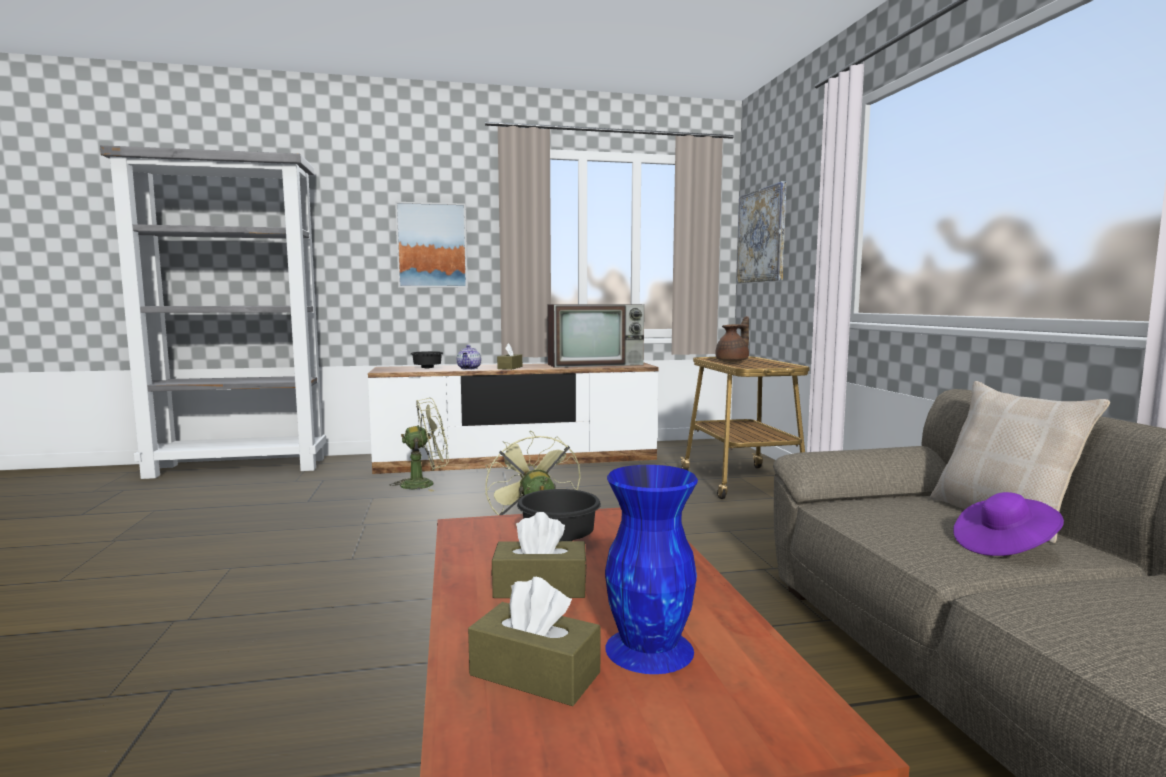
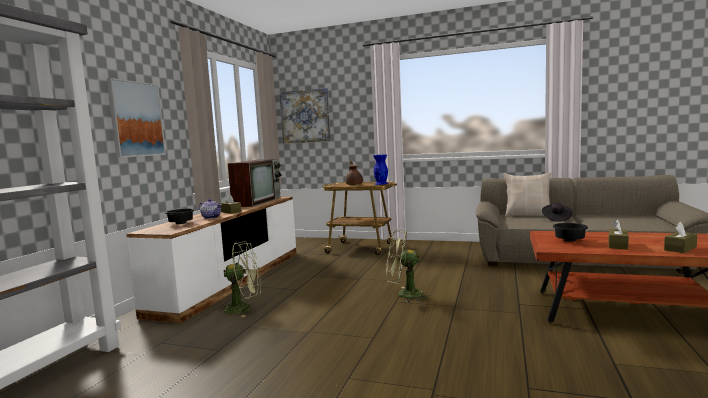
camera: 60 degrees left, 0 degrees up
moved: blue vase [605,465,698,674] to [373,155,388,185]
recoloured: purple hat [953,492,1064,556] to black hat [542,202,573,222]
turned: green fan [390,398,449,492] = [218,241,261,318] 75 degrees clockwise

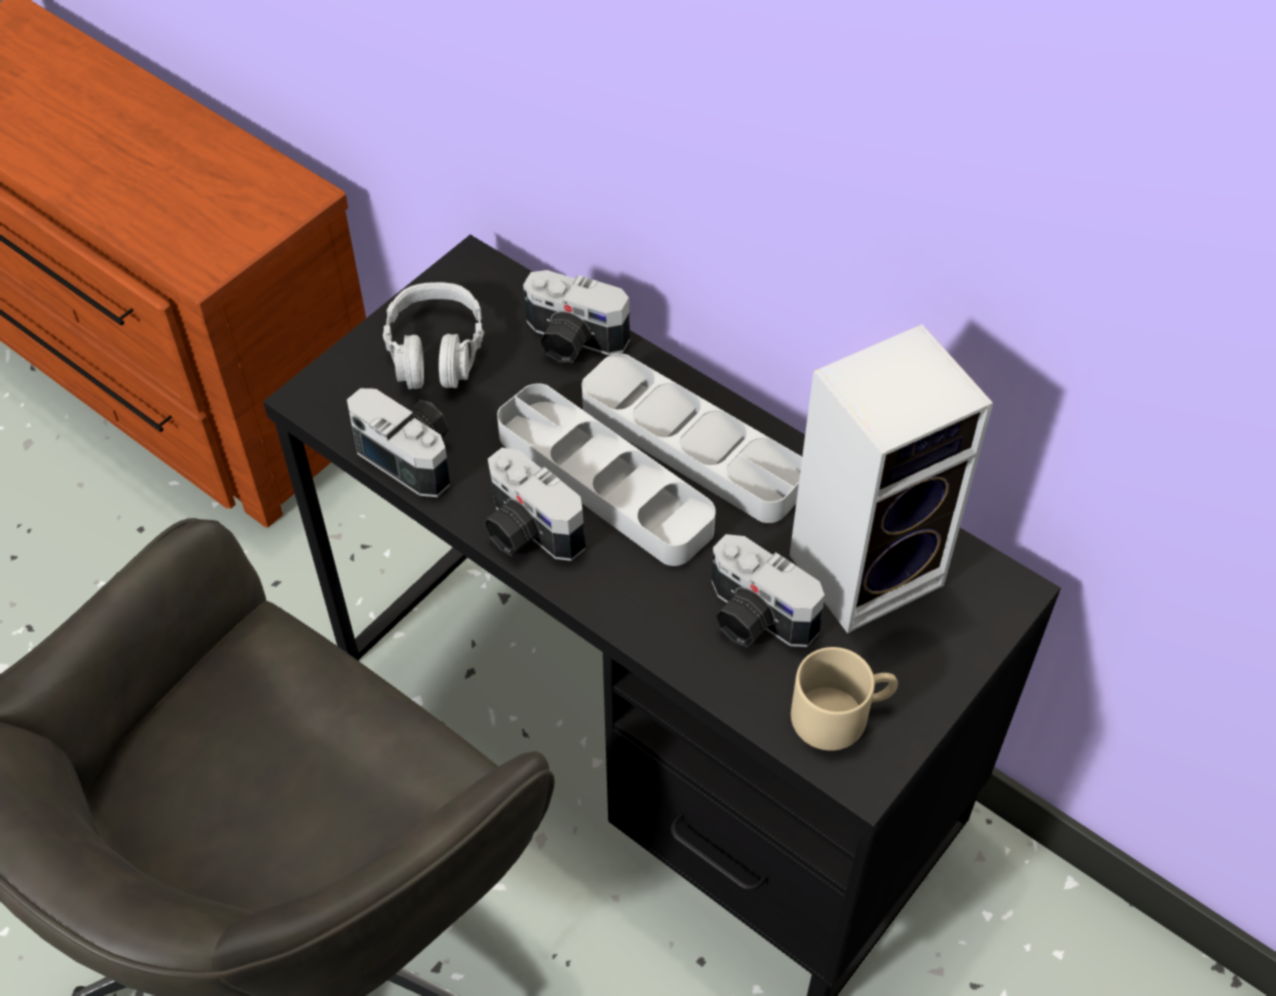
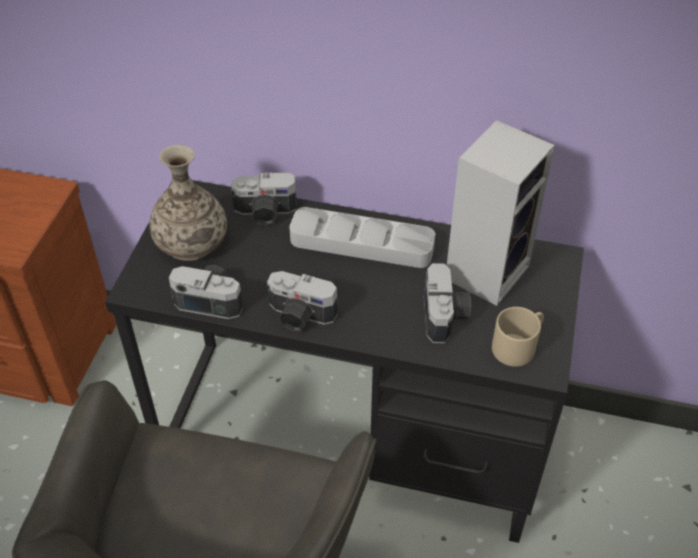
camera: 25 degrees left, 5 degrees down
removed: grey tray [497,383,716,566]
replaced: grey headphones [383,282,484,389] to vase [149,144,227,261]
turned: photo camera [712,534,825,647] = [424,263,471,343] 105 degrees counterclockwise

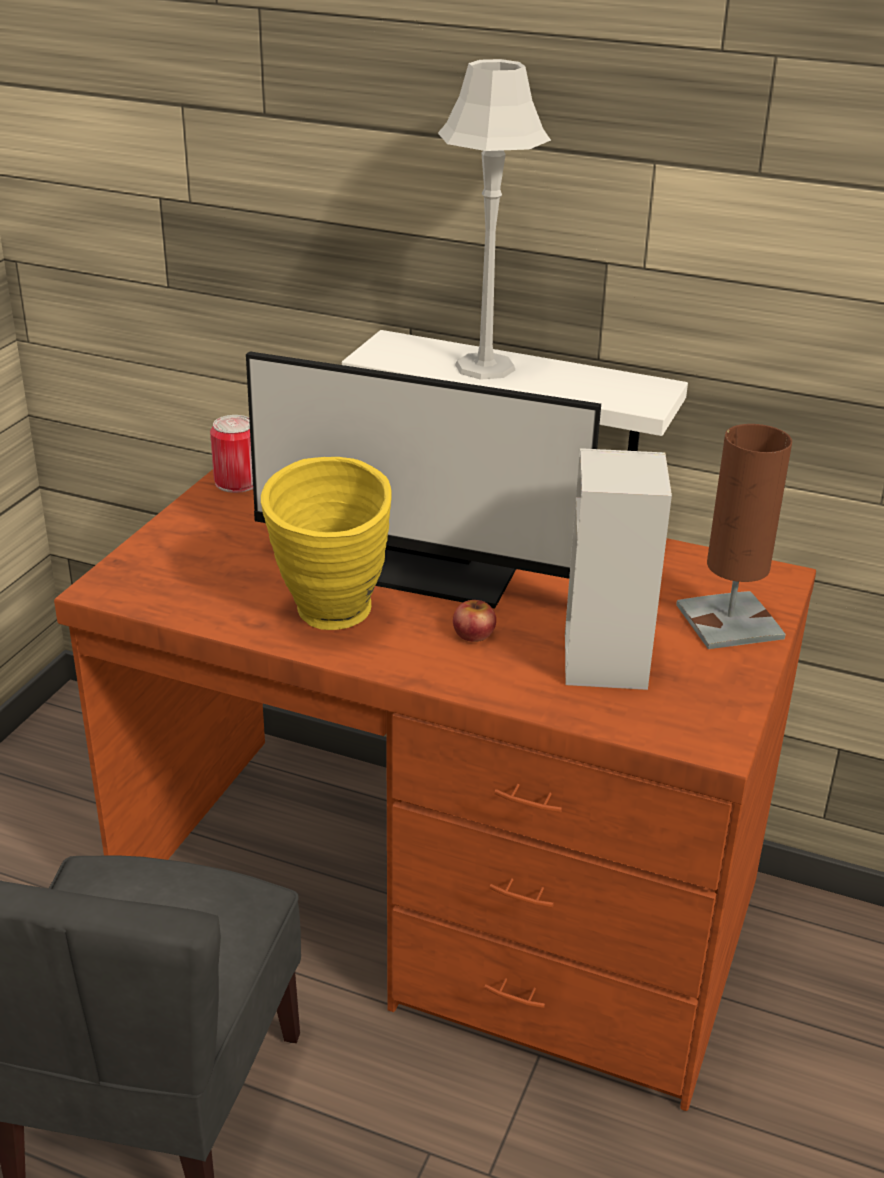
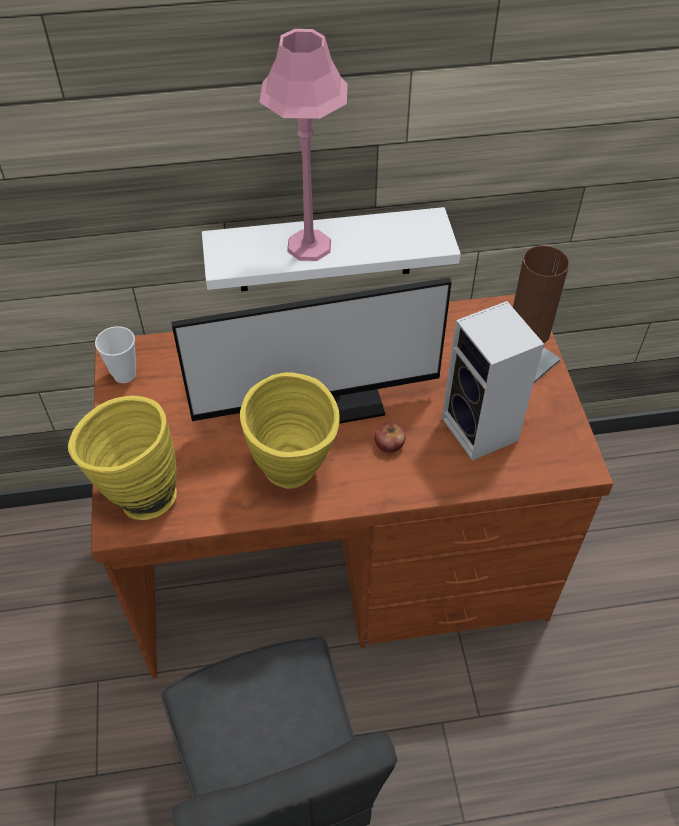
camera: 30 degrees left, 20 degrees up
added: yellow vase [68,396,177,520]
replaced: can [210,415,253,493] to cup [95,326,136,383]
recoloured: grey table lamp [438,59,551,380] to pink table lamp [260,29,348,261]

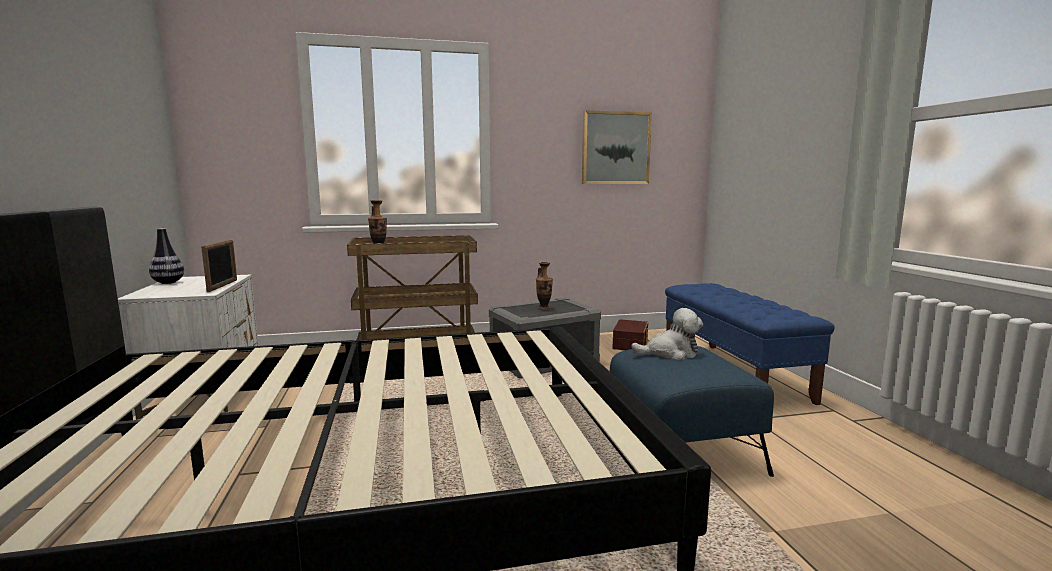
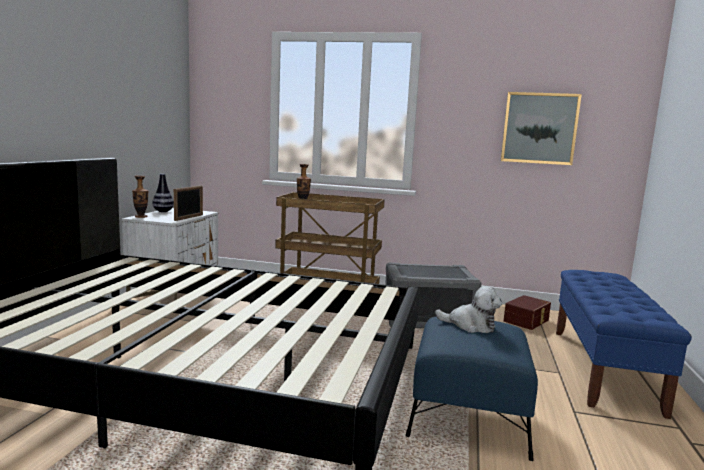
camera: 25 degrees right, 0 degrees up
moved: vase [536,262,553,310] to [132,176,148,218]

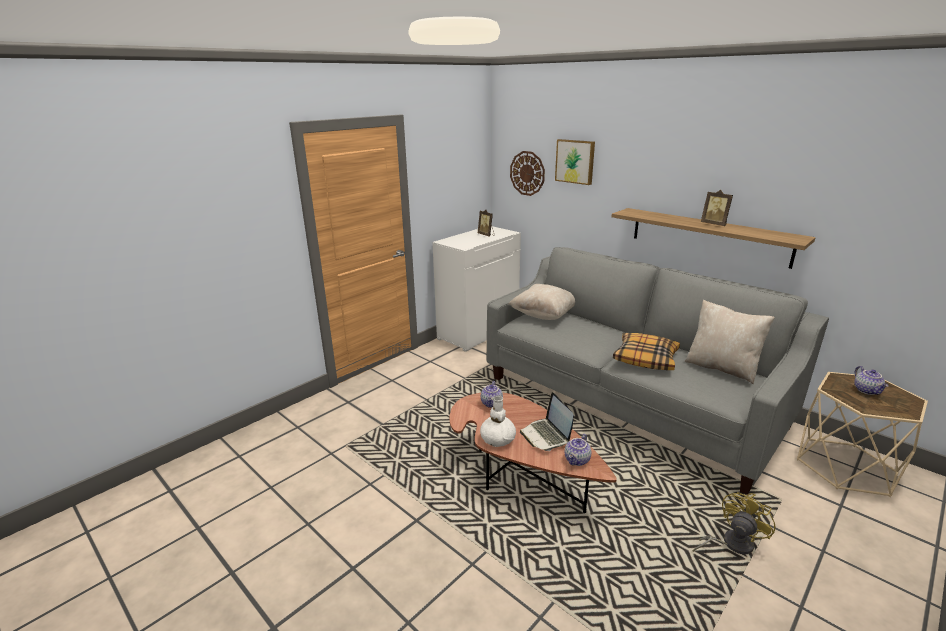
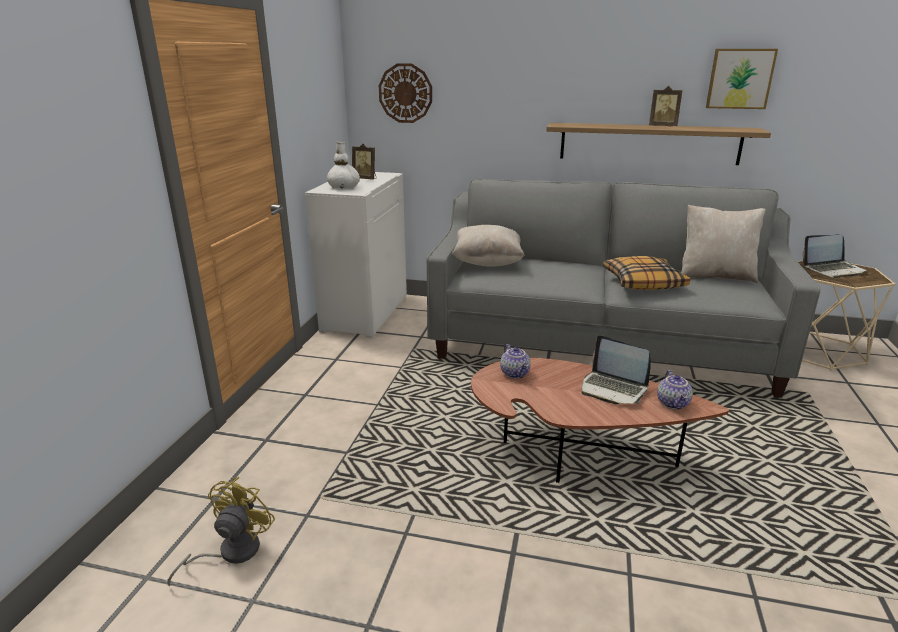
camera: 30 degrees left, 0 degrees up
moved: picture [555,139,595,185] to [706,49,778,109]; white vase [480,396,516,447] to [327,141,360,189]; yellow fan [693,492,775,554] to [168,477,275,586]
replaced: teapot [854,366,888,395] to laptop [802,234,867,278]

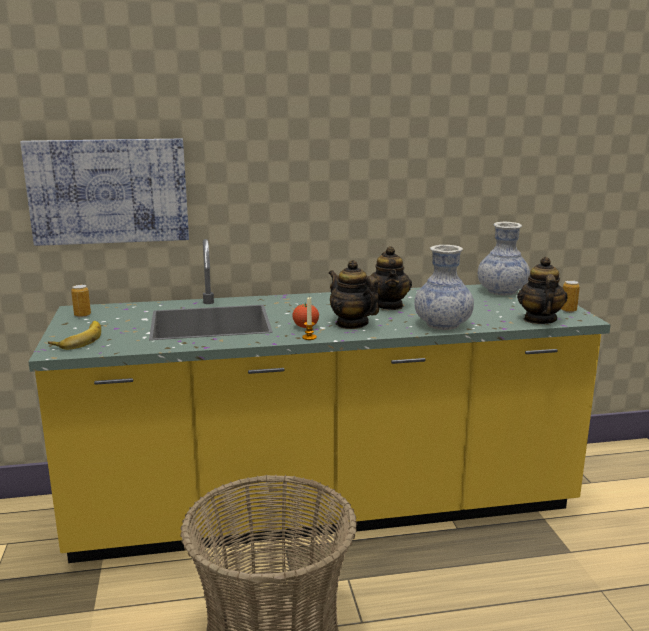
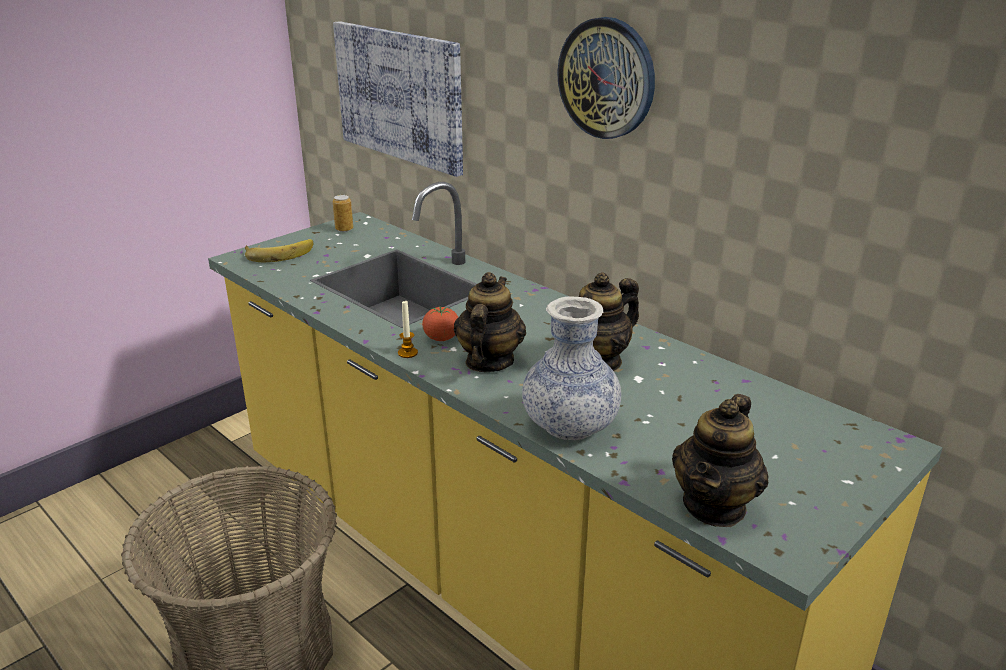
camera: 55 degrees right, 10 degrees up
removed: vase [478,222,530,295]; can [561,280,580,313]
added: wall clock [557,17,655,139]
turned: teapot [517,257,568,324] = [672,394,768,527] 150 degrees clockwise

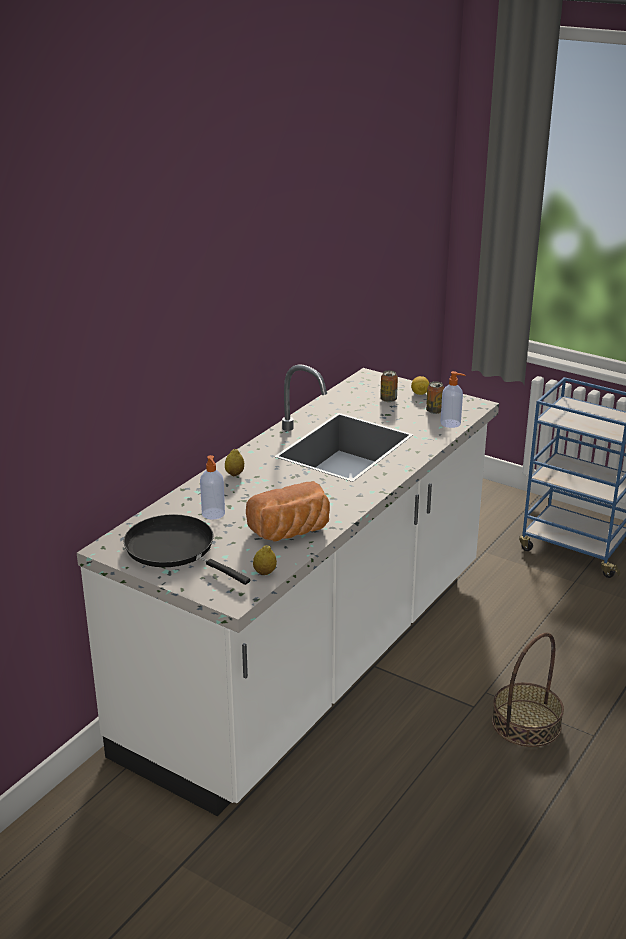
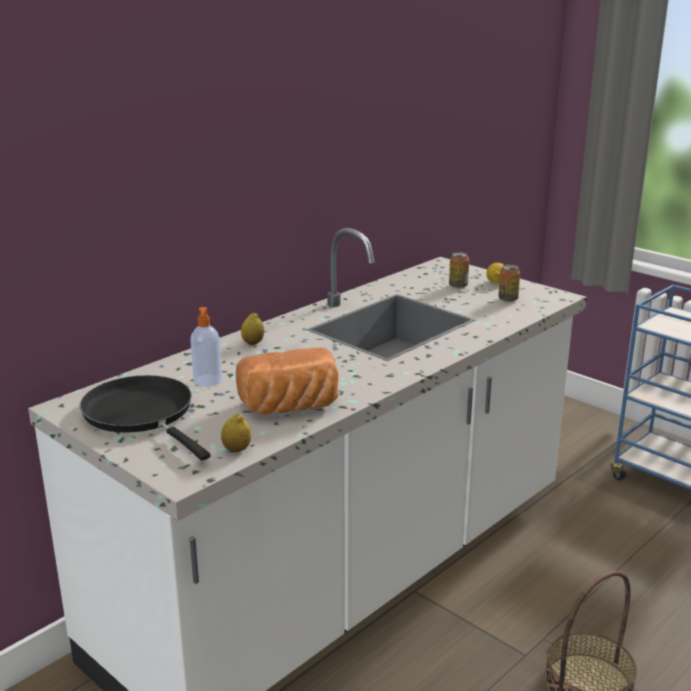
camera: 10 degrees right, 5 degrees down
removed: soap dispenser [441,371,466,428]

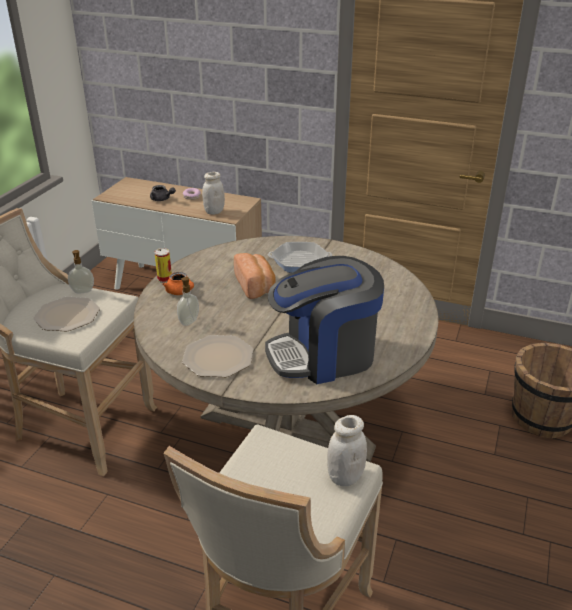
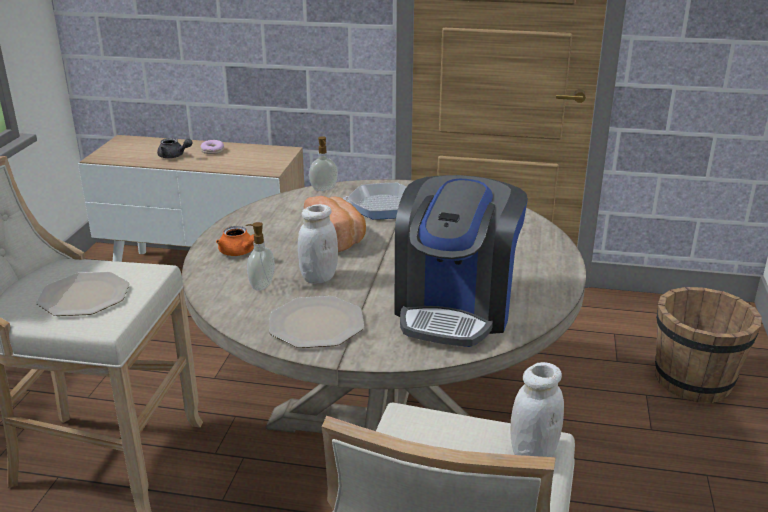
camera: 10 degrees left, 5 degrees down
removed: can [154,248,172,283]
moved: white jar [202,172,225,215] to [298,204,338,284]; soap dispenser [68,250,94,293] to [309,136,338,191]
turned: coffee machine [265,256,384,384] = [395,175,528,347] 45 degrees counterclockwise

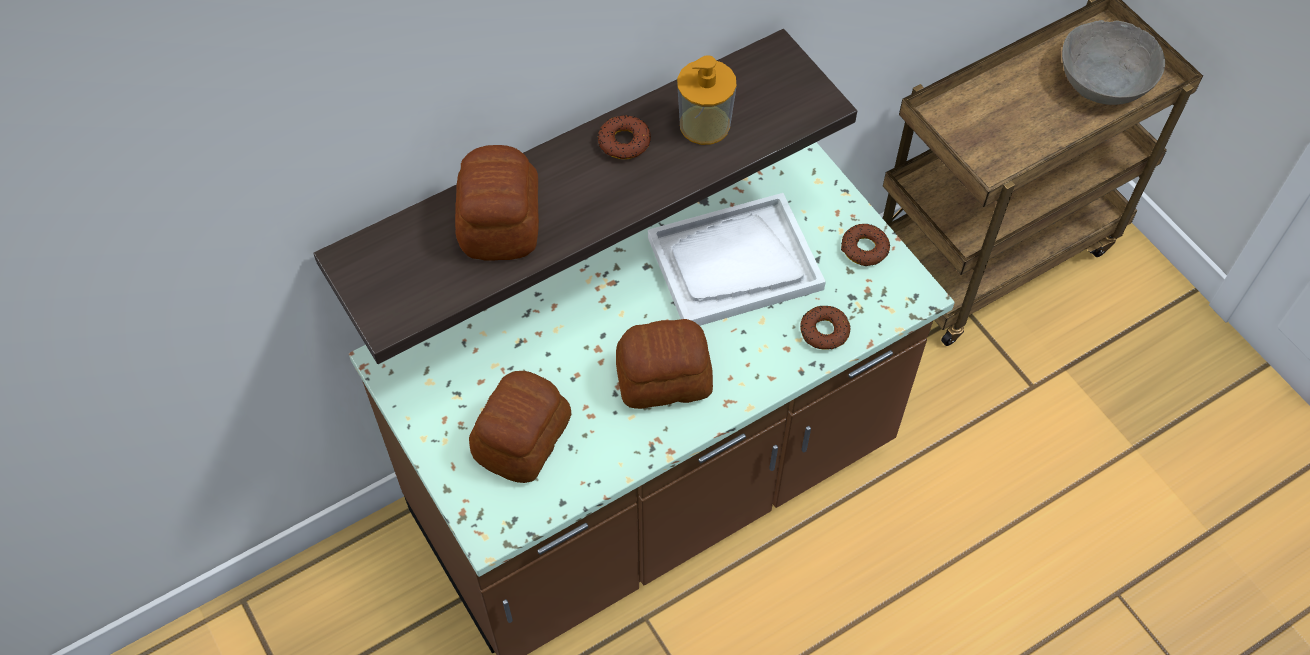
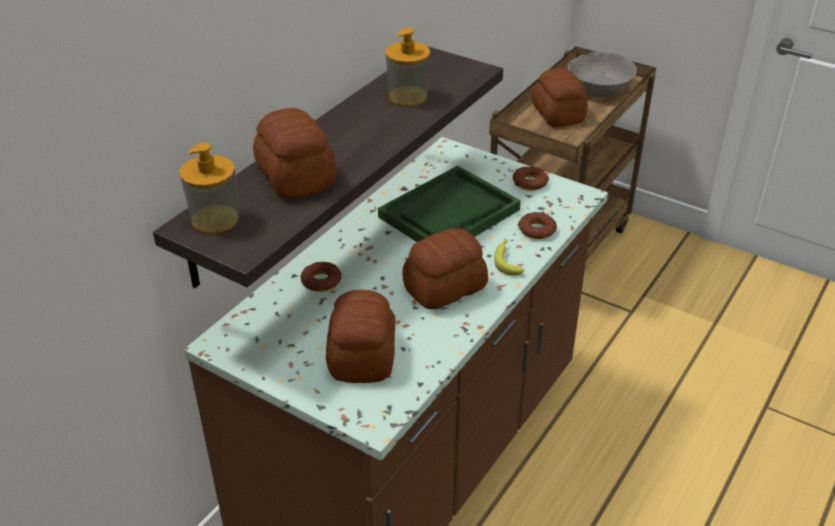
camera: 25 degrees left, 20 degrees down
added: bread [532,68,588,127]; soap dispenser [179,142,239,233]; banana [494,238,524,276]
moved: donut [598,115,651,159] to [301,262,342,292]
recoloured: white tray [648,193,826,326] to green tray [378,166,521,242]

